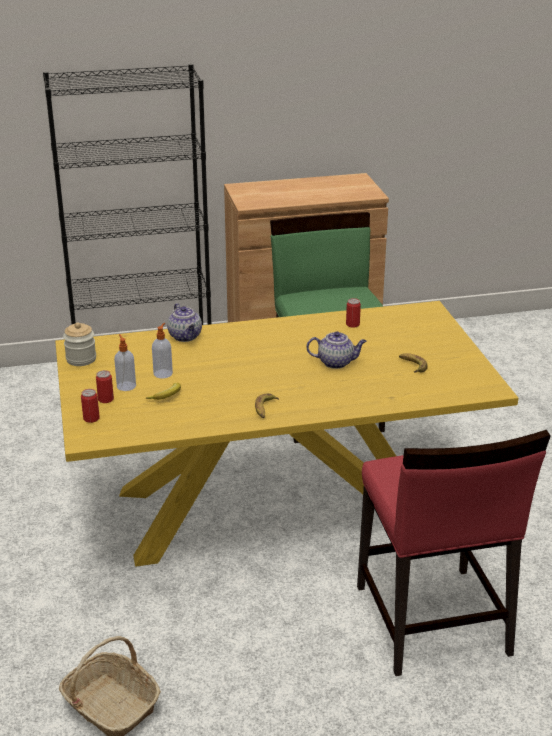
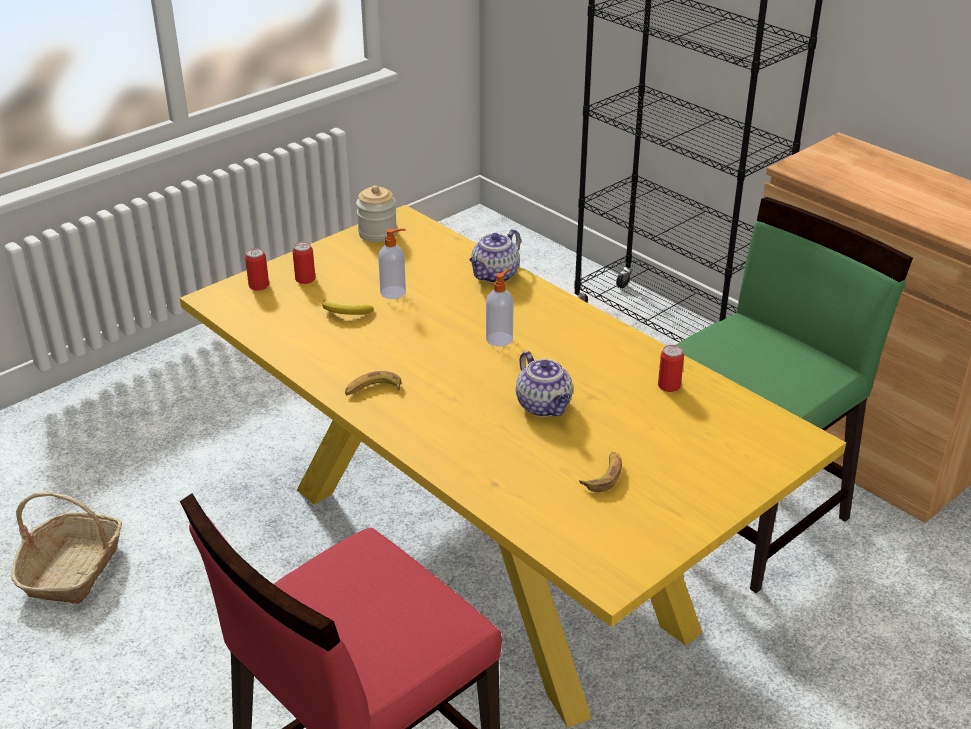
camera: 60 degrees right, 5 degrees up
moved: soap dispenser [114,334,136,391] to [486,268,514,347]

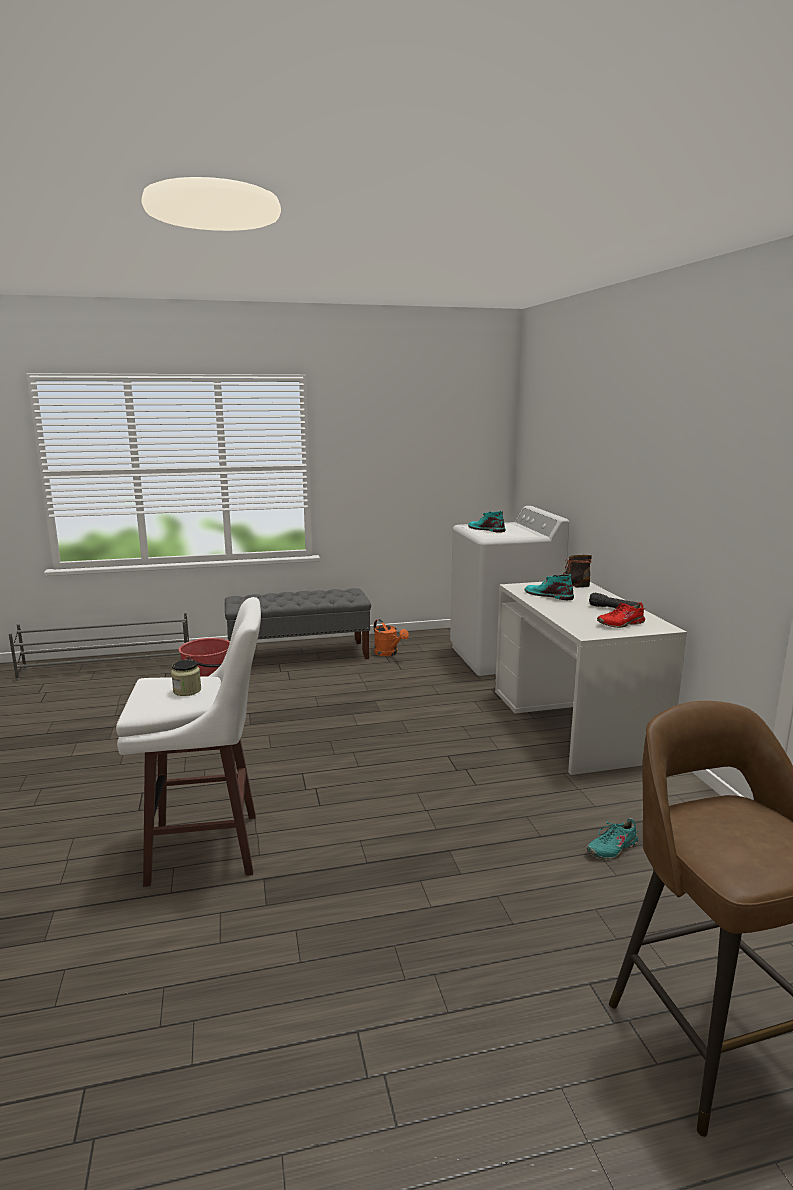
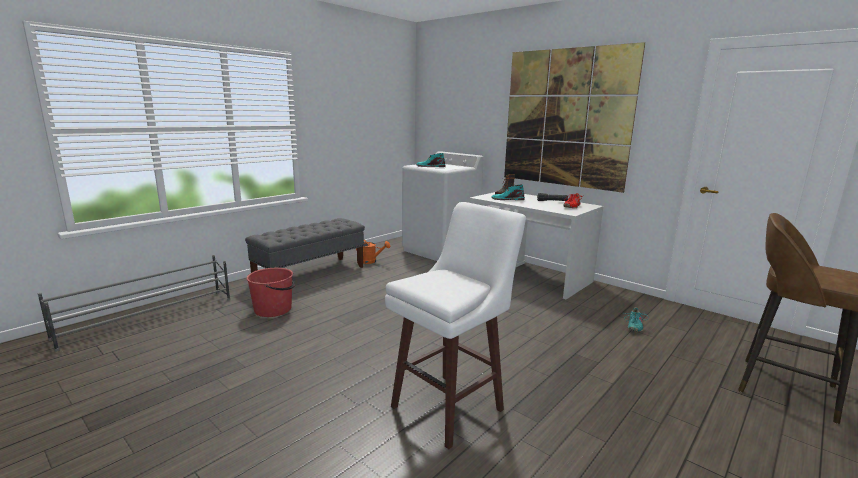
camera: 35 degrees left, 0 degrees up
removed: jar [171,659,201,696]
added: picture [504,42,645,193]

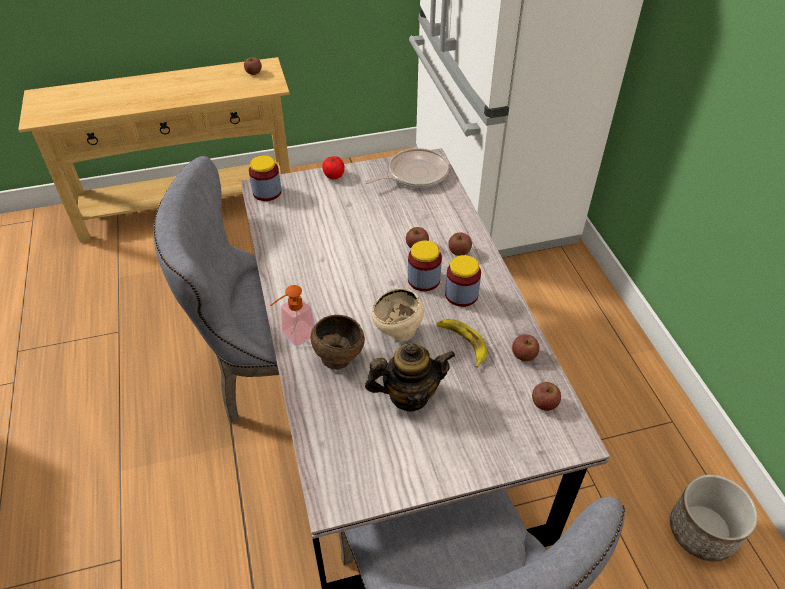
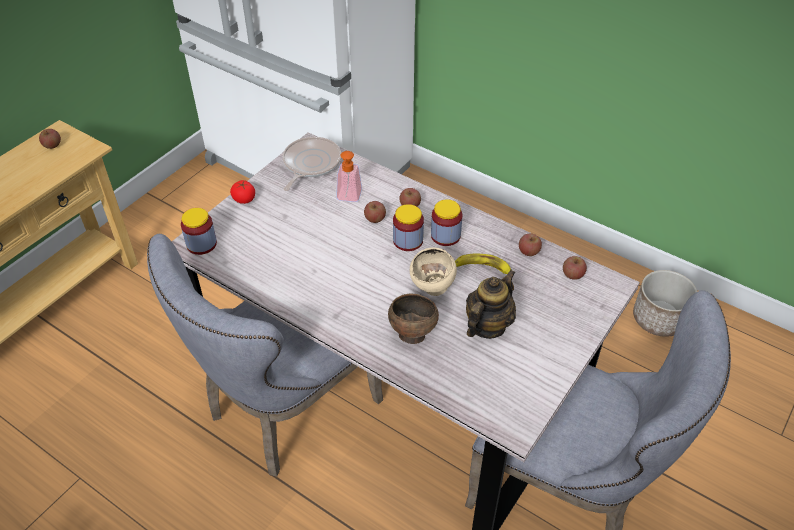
camera: 40 degrees left, 0 degrees up
moved: soap dispenser [270,285,316,346] to [336,151,362,202]

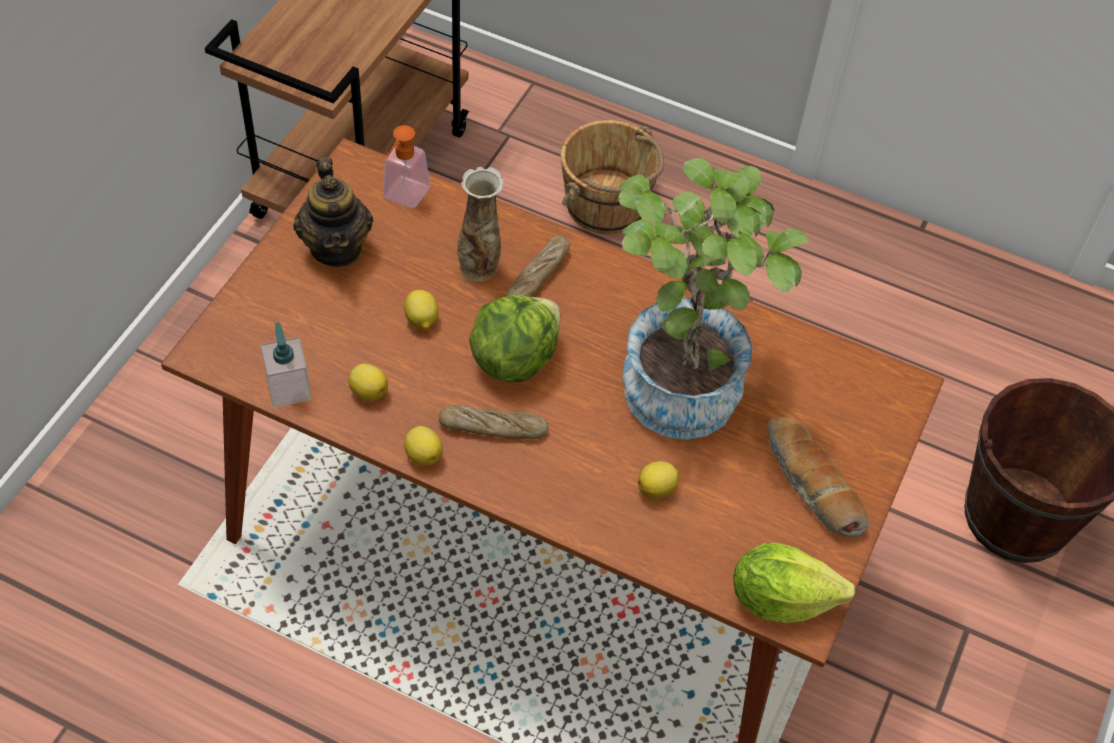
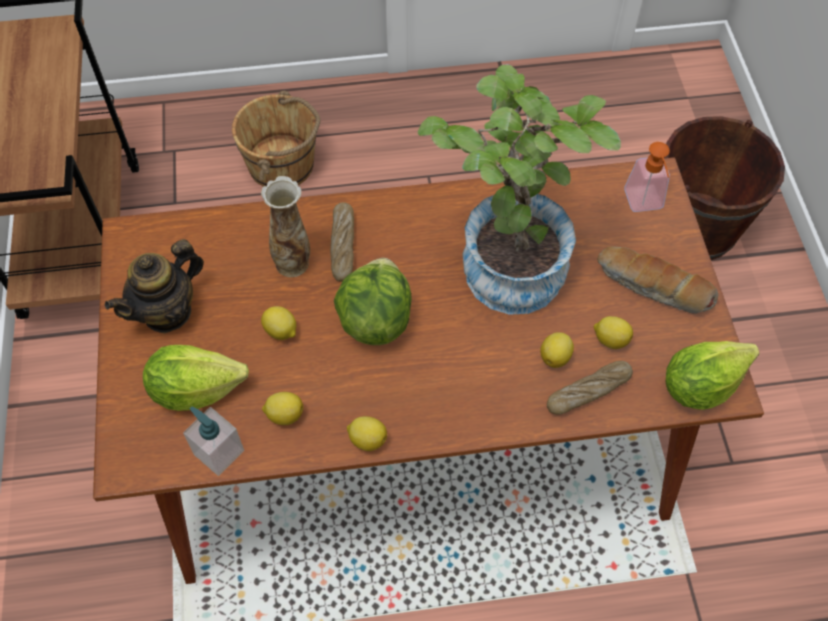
camera: 30 degrees left, 5 degrees up
added: lemon [593,316,633,349]; lettuce [143,345,249,411]
moved: soap dispenser [383,125,430,208] to [624,142,670,212]; bread [439,405,548,439] to [547,361,633,415]
turned: teapot [293,157,373,267] = [105,239,204,334] 90 degrees clockwise

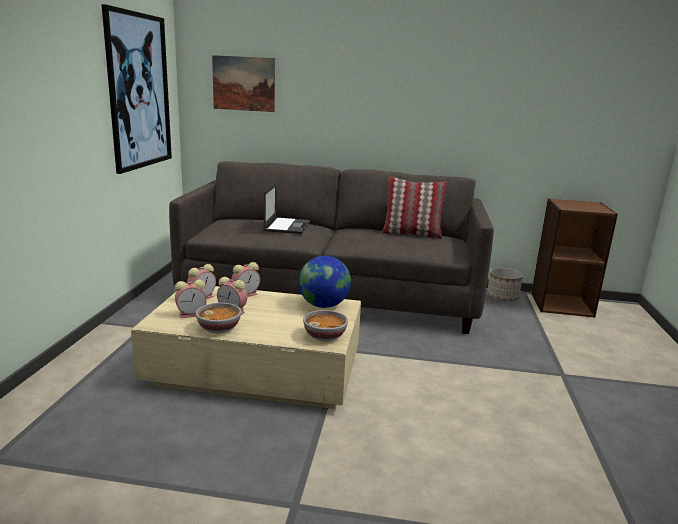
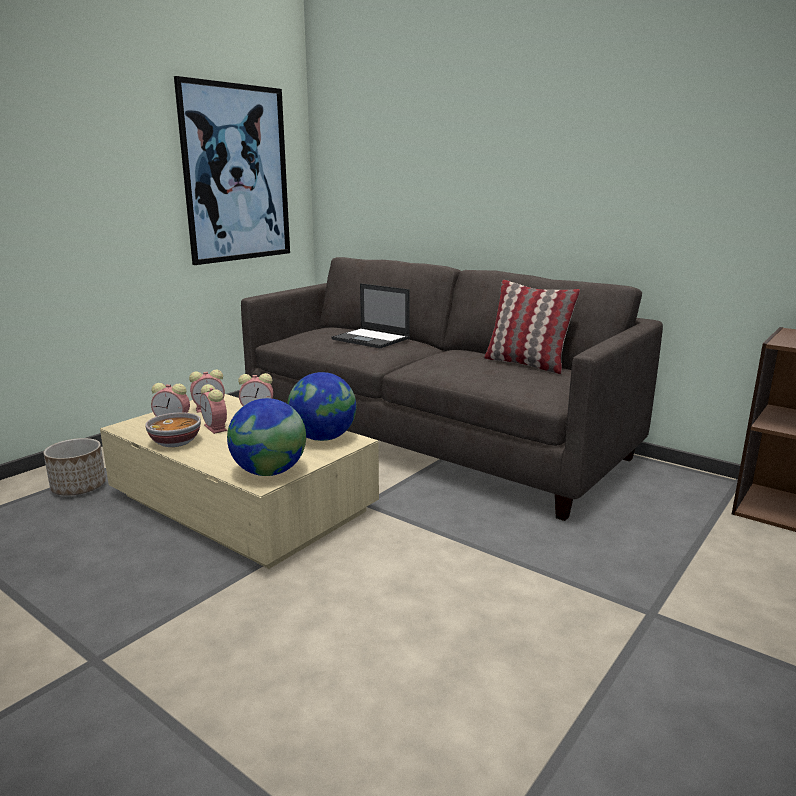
camera: 30 degrees right, 0 degrees up
removed: picture [212,55,275,112]
moved: planter [487,268,523,302] to [43,438,106,496]
replaced: bowl [303,310,348,341] to globe [227,398,306,476]
turned: laptop [263,183,310,234] = [332,283,410,349] 90 degrees clockwise

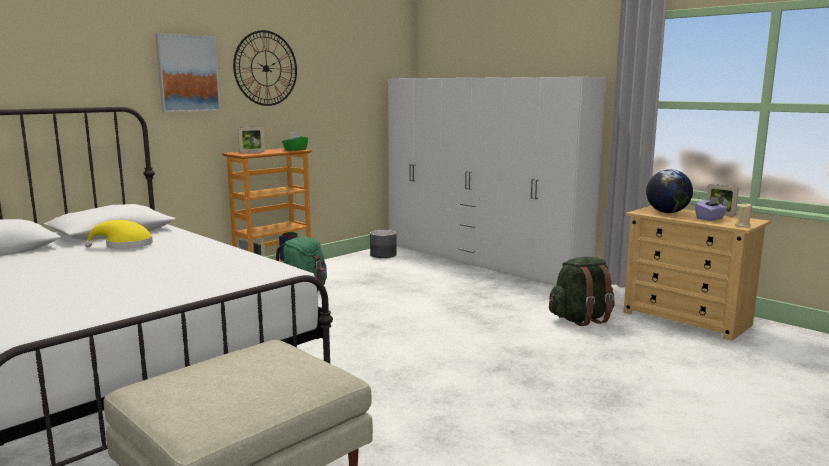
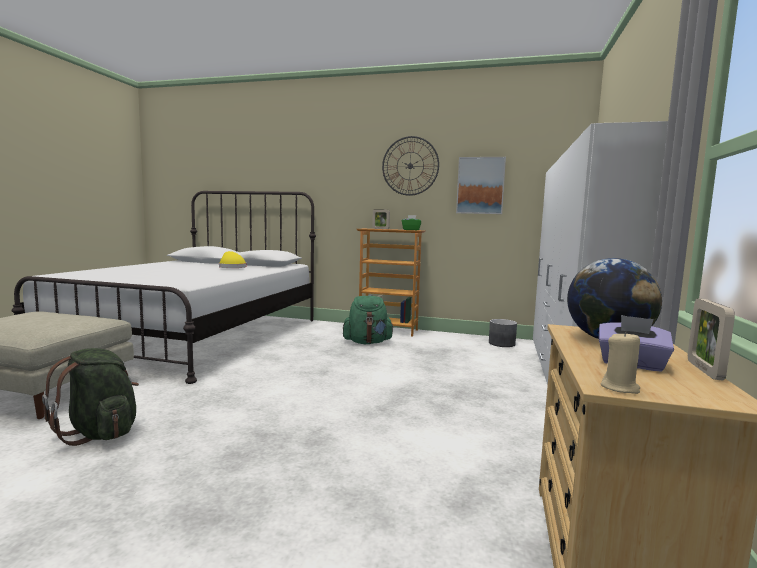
camera: 60 degrees right, 5 degrees down
moved: picture [155,33,221,112] to [456,157,506,214]; green backpack [549,257,615,326] to [42,348,139,446]

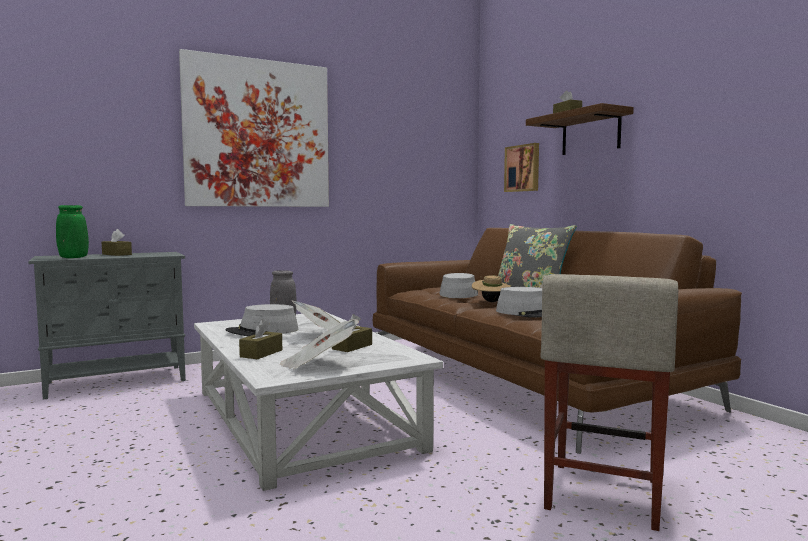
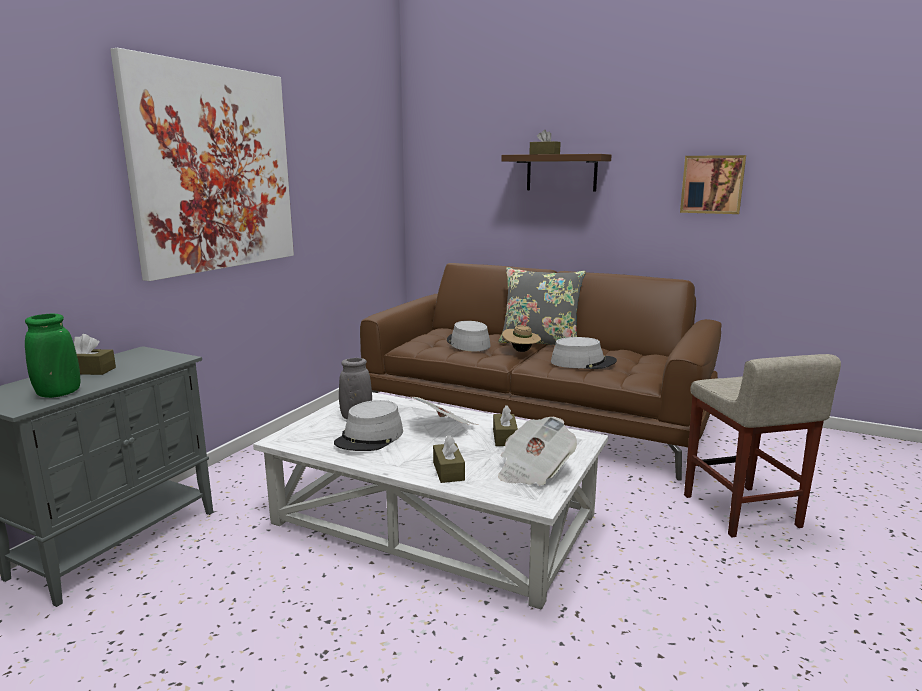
camera: 35 degrees left, 10 degrees up
moved: picture [504,143,539,192] to [680,155,746,214]

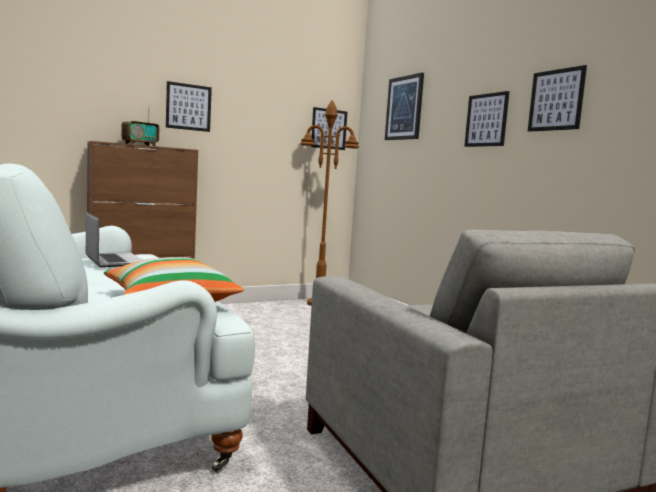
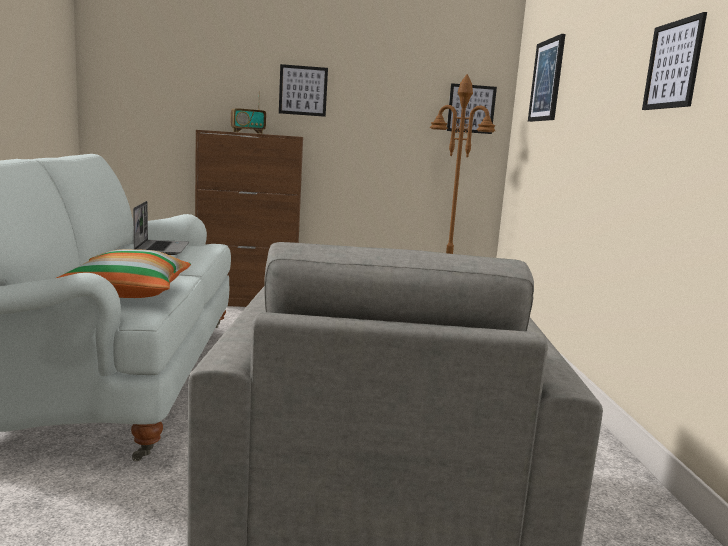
camera: 25 degrees right, 5 degrees up
removed: picture [464,91,510,147]

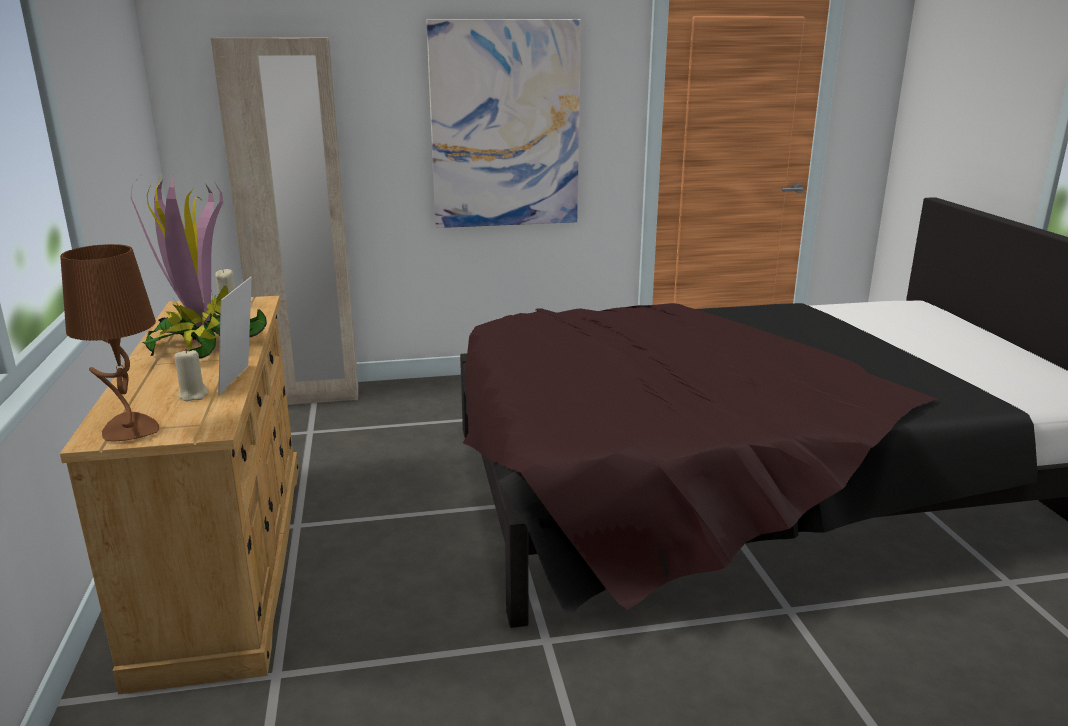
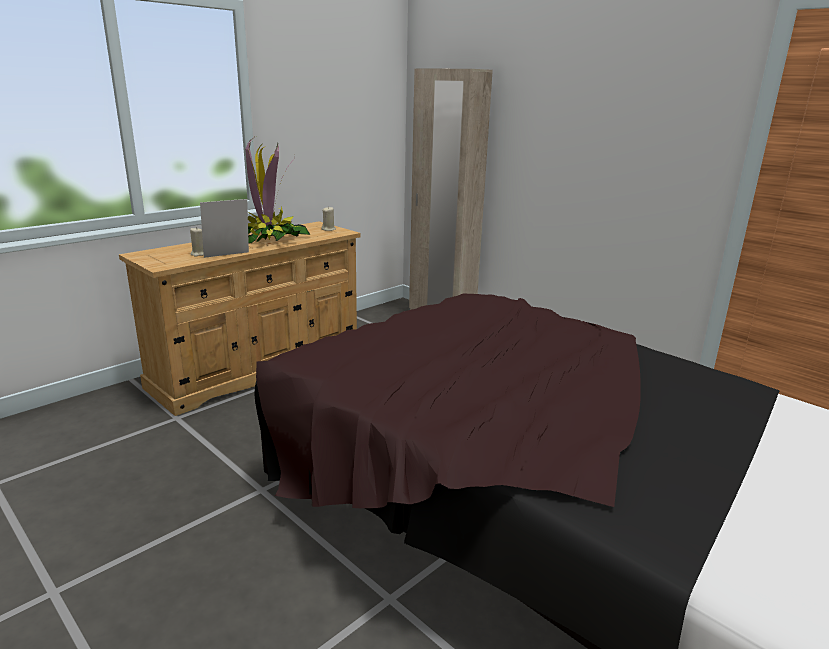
camera: 55 degrees right, 0 degrees up
removed: picture [426,19,581,228]; brown table lamp [60,244,159,442]

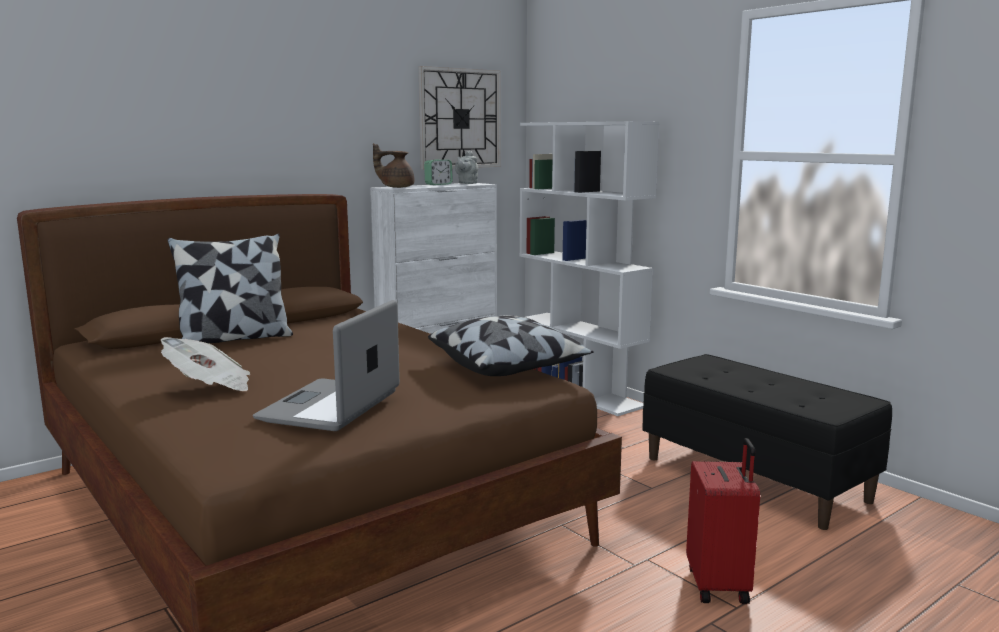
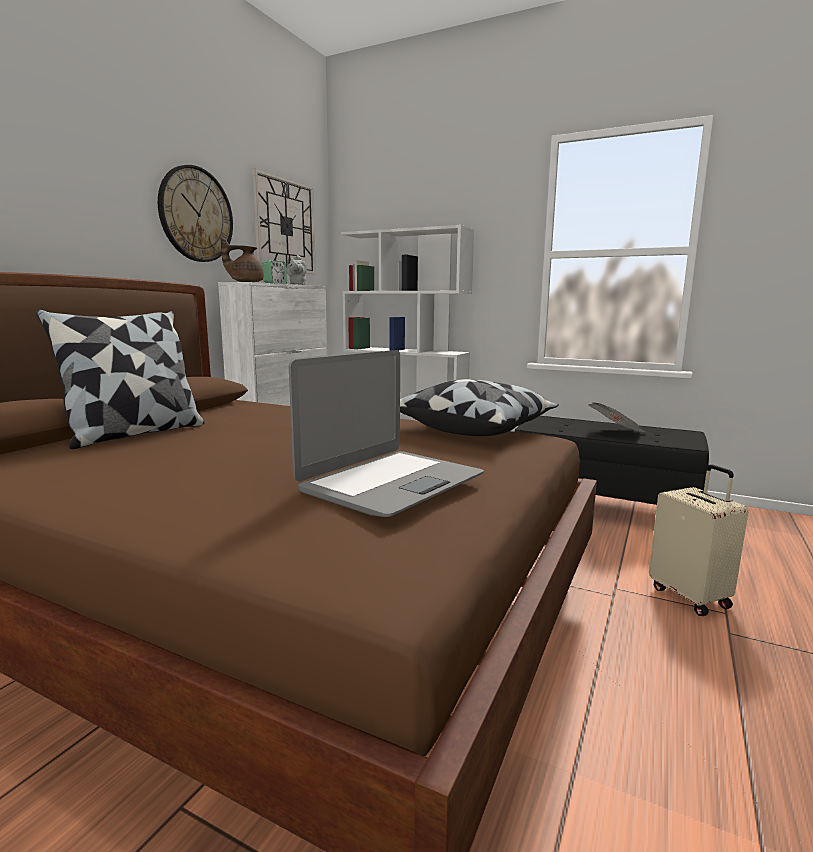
camera: 25 degrees left, 0 degrees up
added: wall clock [158,165,233,262]
moved: newspaper [161,337,250,391] to [588,403,646,432]
recoloured: red suitcase [686,438,760,604] to beige suitcase [649,465,748,616]
turned: laptop [253,300,400,431] = [289,350,484,517] 135 degrees counterclockwise

